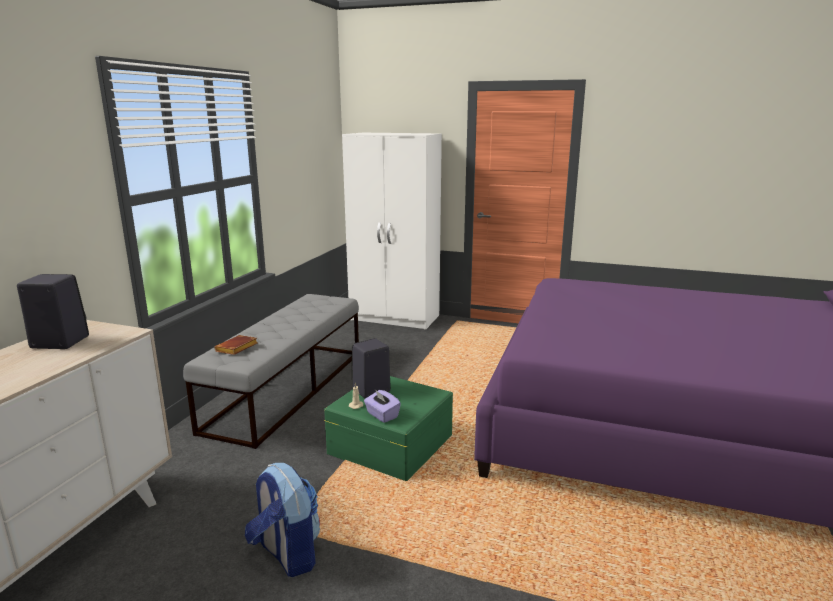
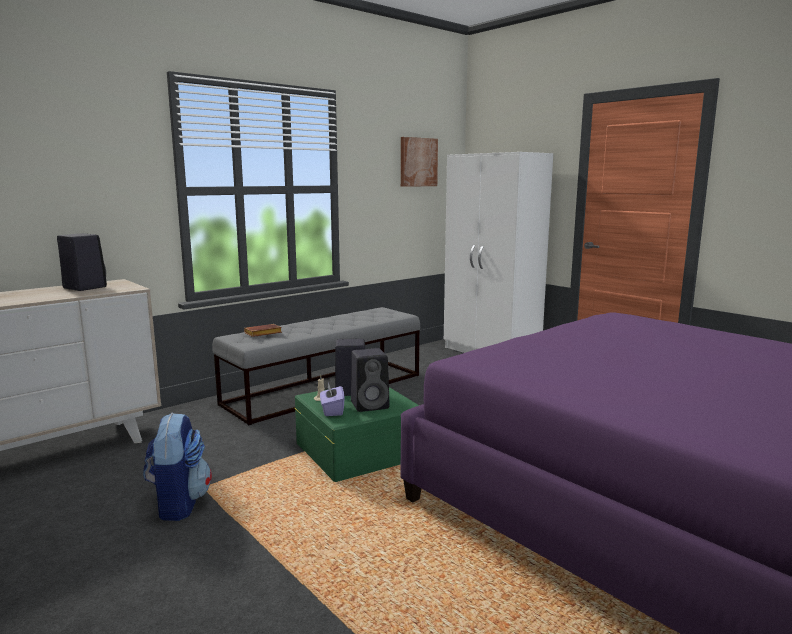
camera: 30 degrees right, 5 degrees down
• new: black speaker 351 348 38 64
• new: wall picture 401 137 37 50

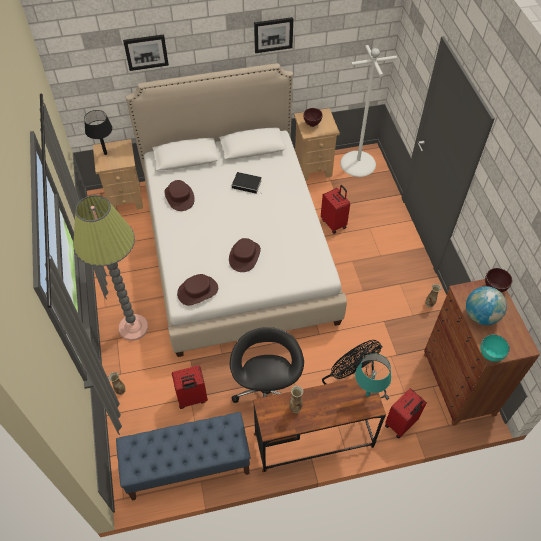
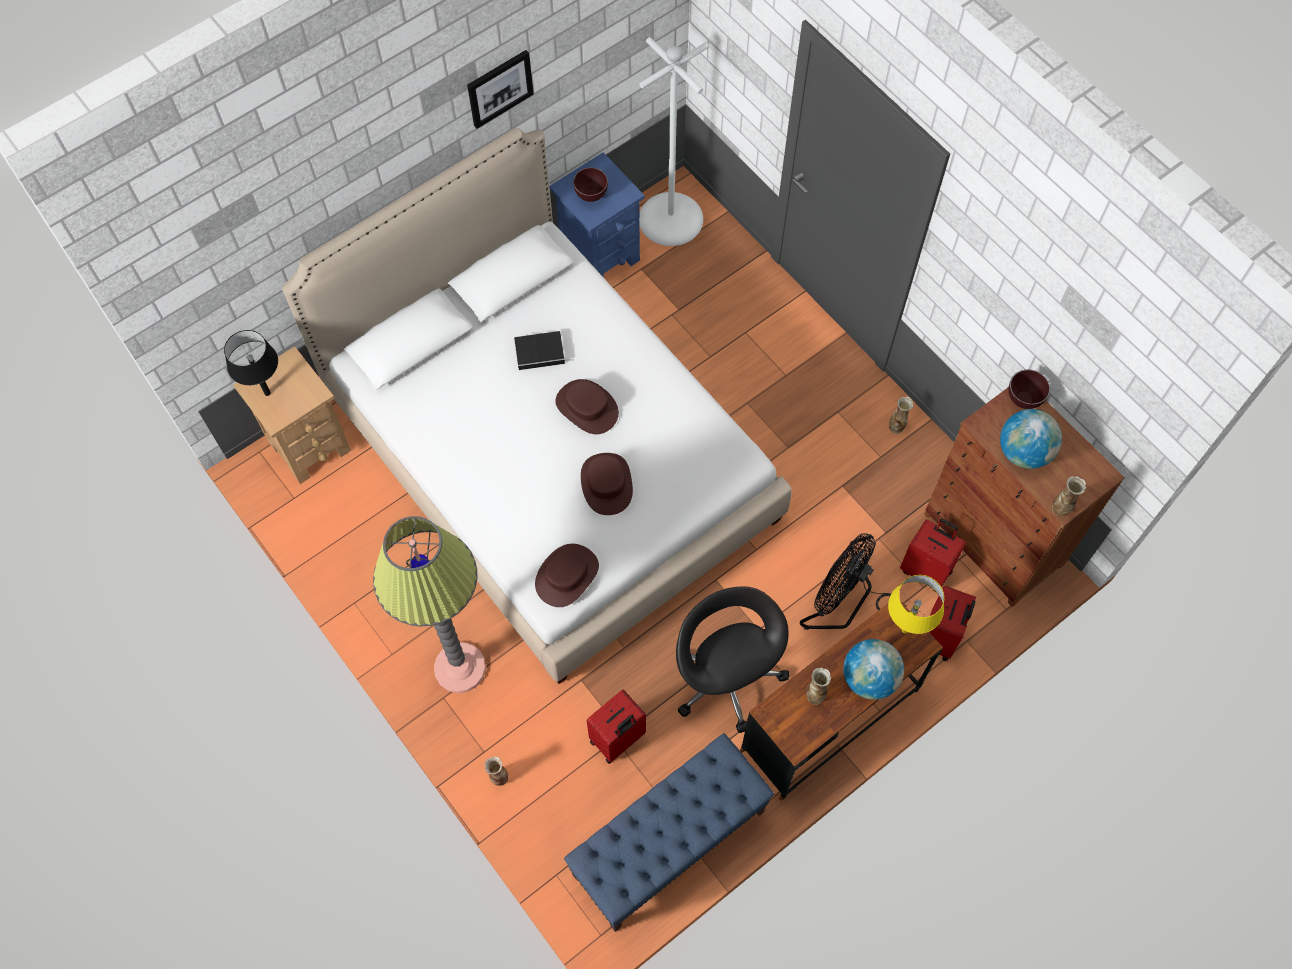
camera: 25 degrees left, 10 degrees up
• repainted: sand-coloured night table 294 108 46 73 to blue night table 549 152 96 126
• shifted: brown-coloured clothing hat 164 180 31 31 to 555 379 64 55
• new: globe 843 639 61 61
• repainted: blue-green tabletop lamp 355 353 36 44 to yellow tabletop lamp 888 575 56 59
• shifted: reddish suitcase 321 185 29 49 to 900 518 66 75
• swapped: blue-green serving bowl 480 334 30 28 to decorative vase 1052 476 34 41
• gone: wall picture 123 34 46 37

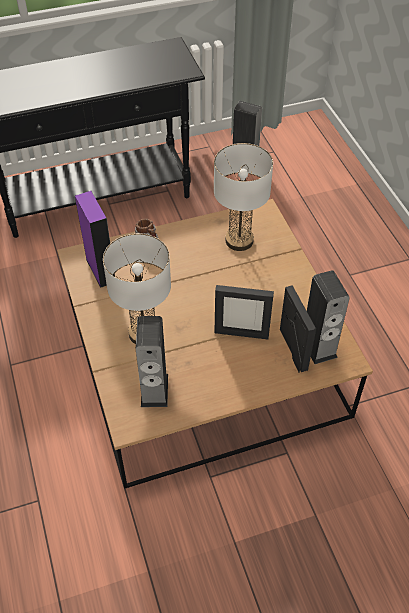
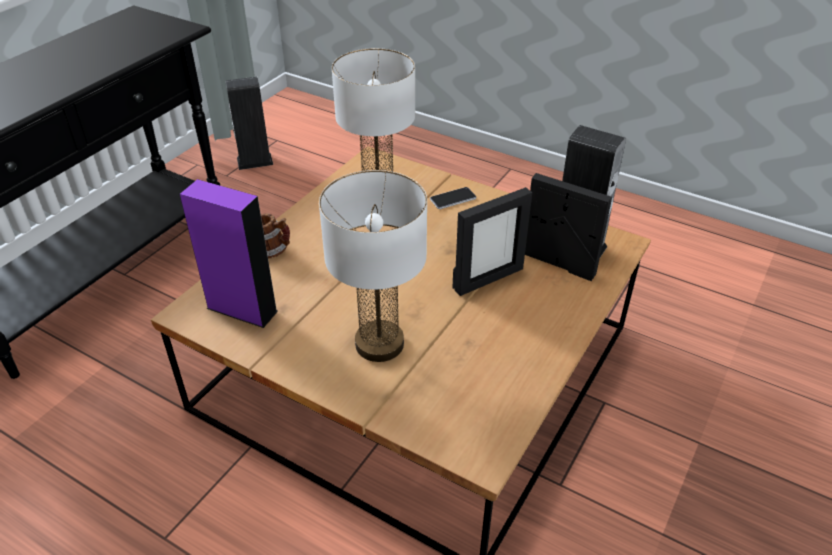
camera: 40 degrees left, 10 degrees down
• new: handset 430 187 47 22
• gone: speaker 136 316 32 91

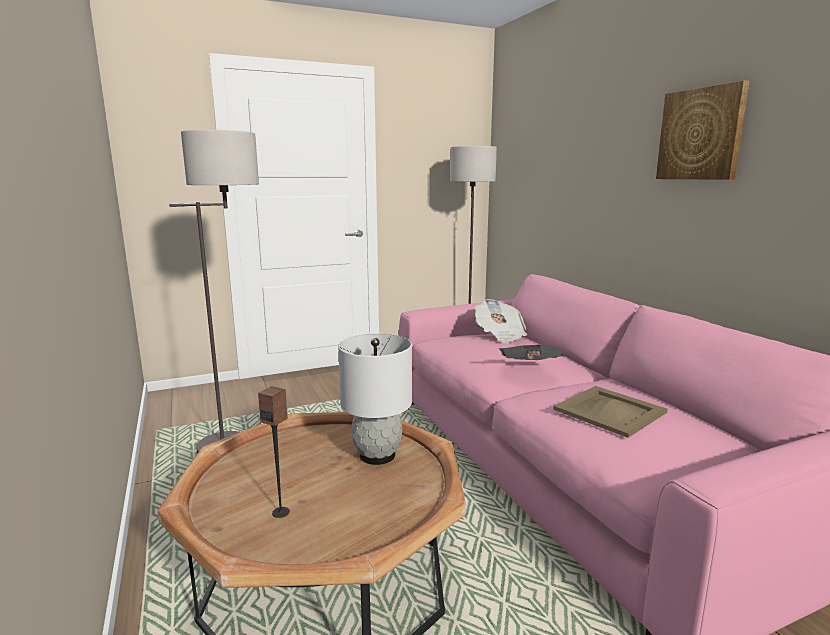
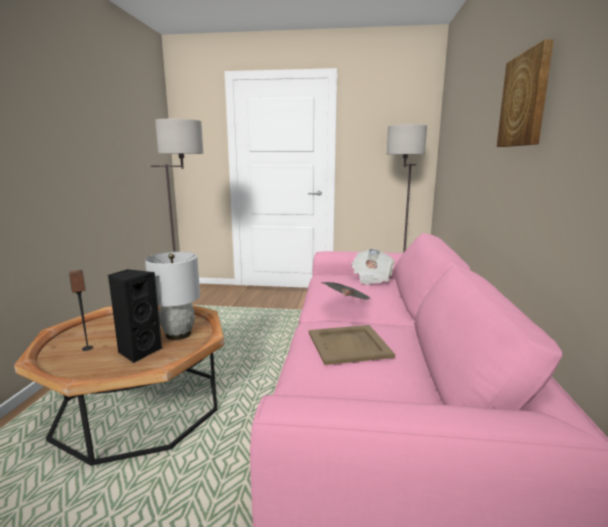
camera: 30 degrees right, 0 degrees up
• new: black speaker 108 269 54 94

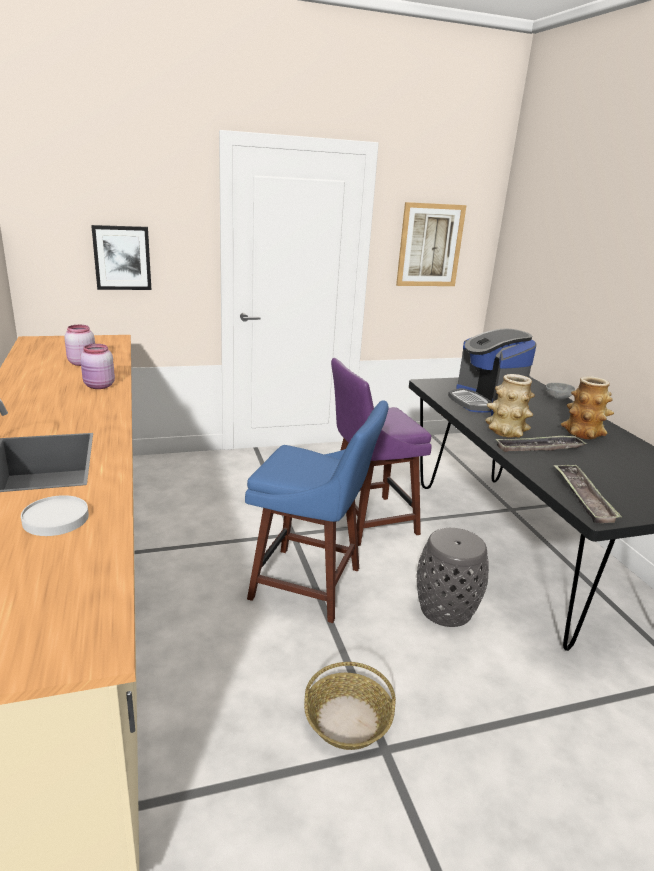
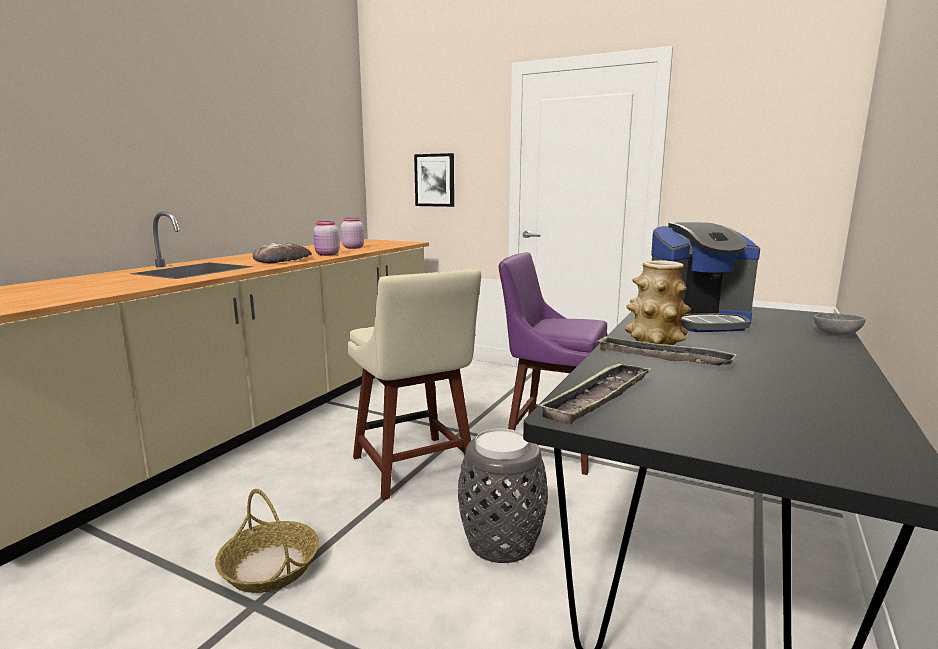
camera: 45 degrees right, 10 degrees down
• new: baked bread 253 243 59 20
• repainted: blue stool seat 245 400 144 223 to sand-coloured stool seat 347 269 134 231
• shifted: whitish dinner plate 21 495 68 41 to 476 428 52 32
• rotated: coffee brewer 448 329 89 86 = 651 222 109 110 120 degrees counterclockwise
• gone: wall picture 396 202 70 84
• gone: decorative vase 561 376 53 63

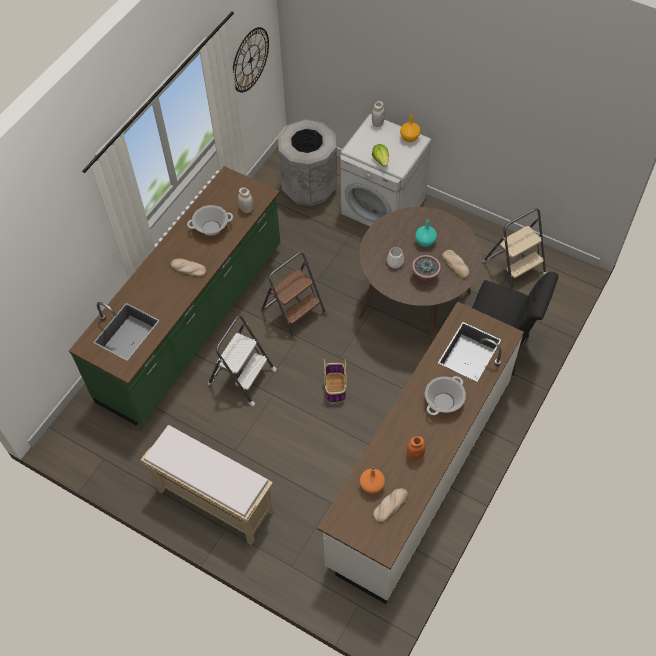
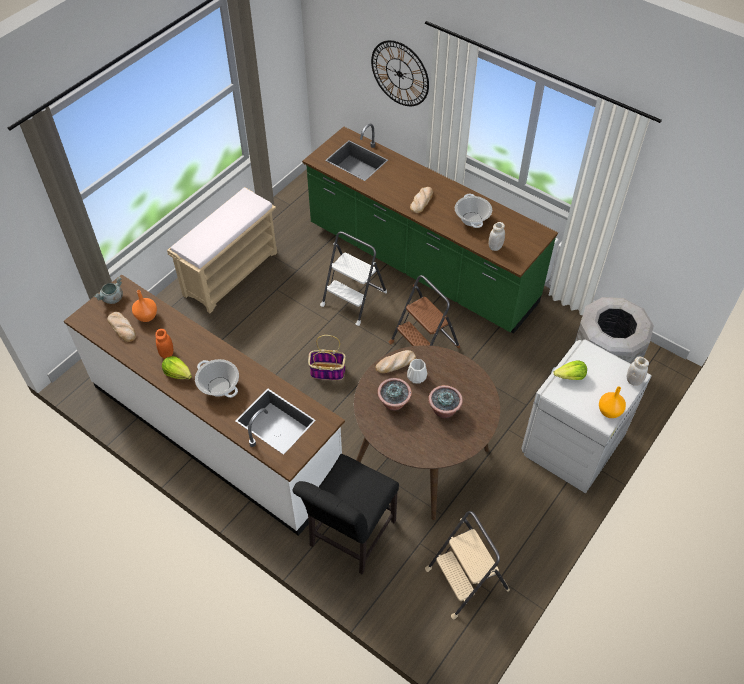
camera: 95 degrees right, 5 degrees down
• new: gray saucepot 94 277 29 27
• new: head of lettuce 162 356 30 23
• shifted: clock on the wall 233 27 36 65 to 371 40 58 66
• shifted: baked bread 442 250 27 28 to 376 350 40 23
• swapped: blue-green decorative vase 415 219 22 28 to plant in a pot 428 385 35 33

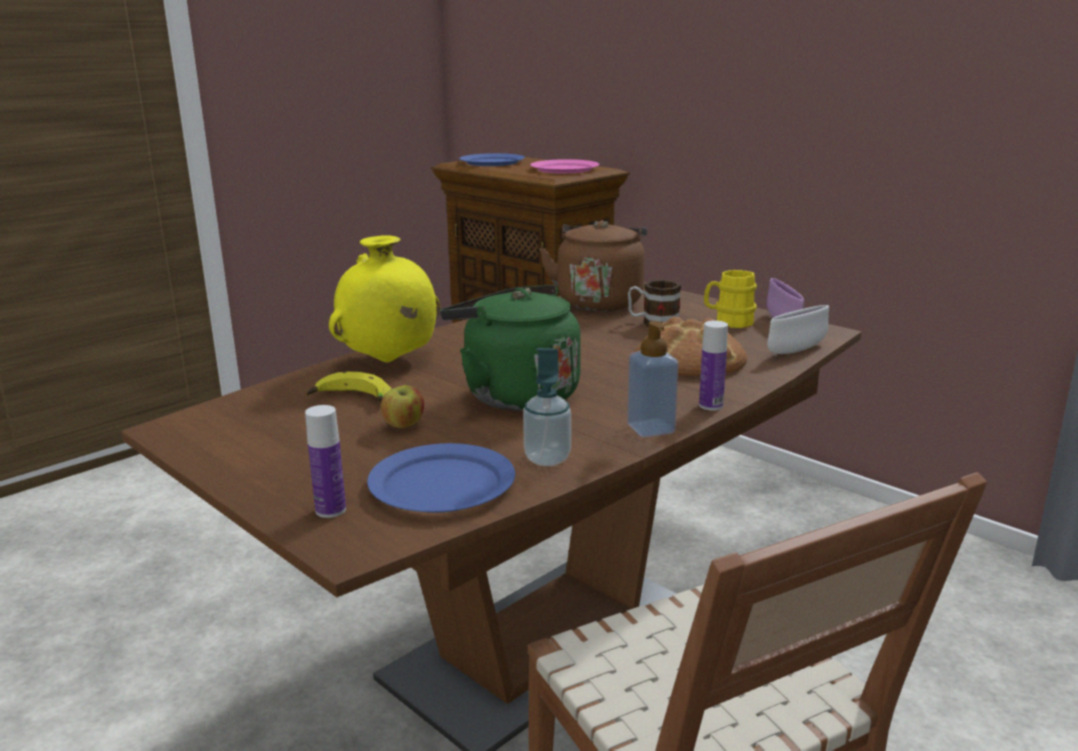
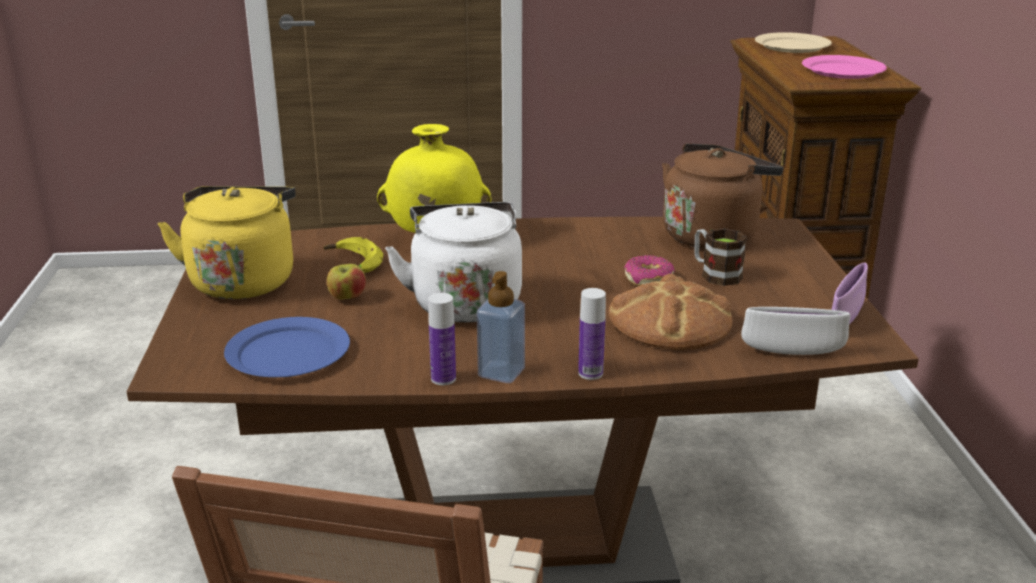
camera: 40 degrees right, 5 degrees up
• new: yellow tea kettle 158 186 138 113
• repainted: green tea kettle 440 285 141 126 to whitish tea kettle 385 202 137 120
• shifted: bottle 305 405 41 113 to 428 293 28 92
• new: doughnut 624 255 51 31
• repainted: blue dinner plate 459 153 66 13 to sand-coloured dinner plate 755 32 77 21
• gone: liquid soap bottle 523 348 48 118
• gone: yellow coffee mug 704 270 53 58

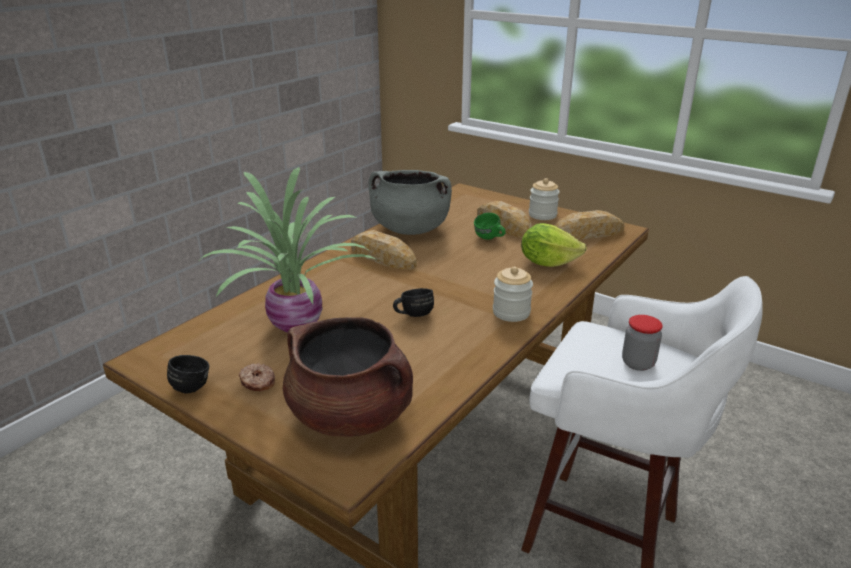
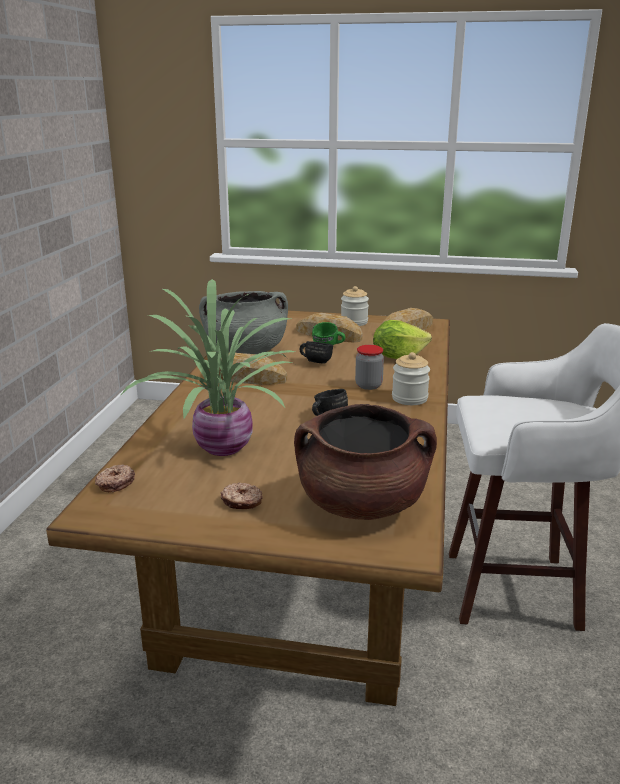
camera: 25 degrees left, 5 degrees down
• new: doughnut 95 464 40 28
• shifted: black coffee mug 167 355 42 39 to 300 341 33 23
• shifted: preserve jar 622 315 41 56 to 355 345 29 45

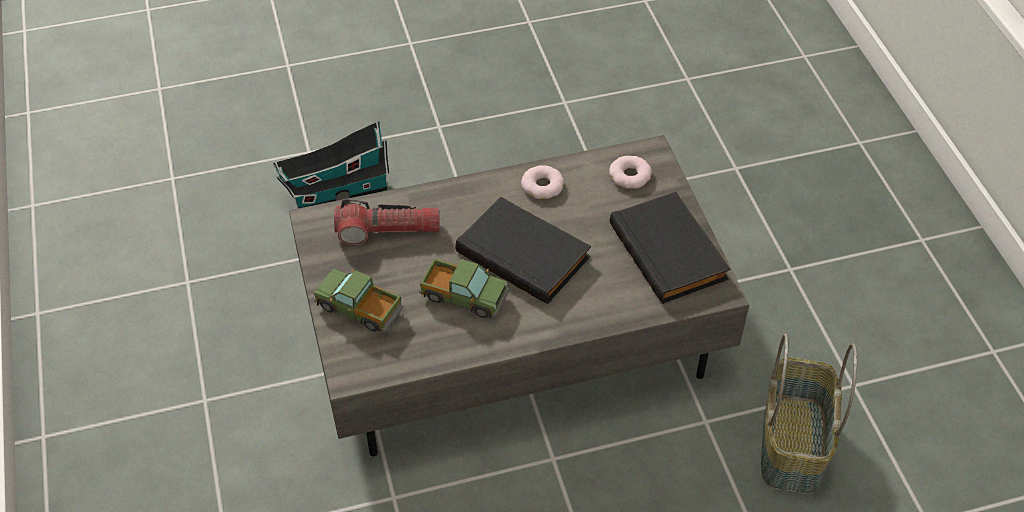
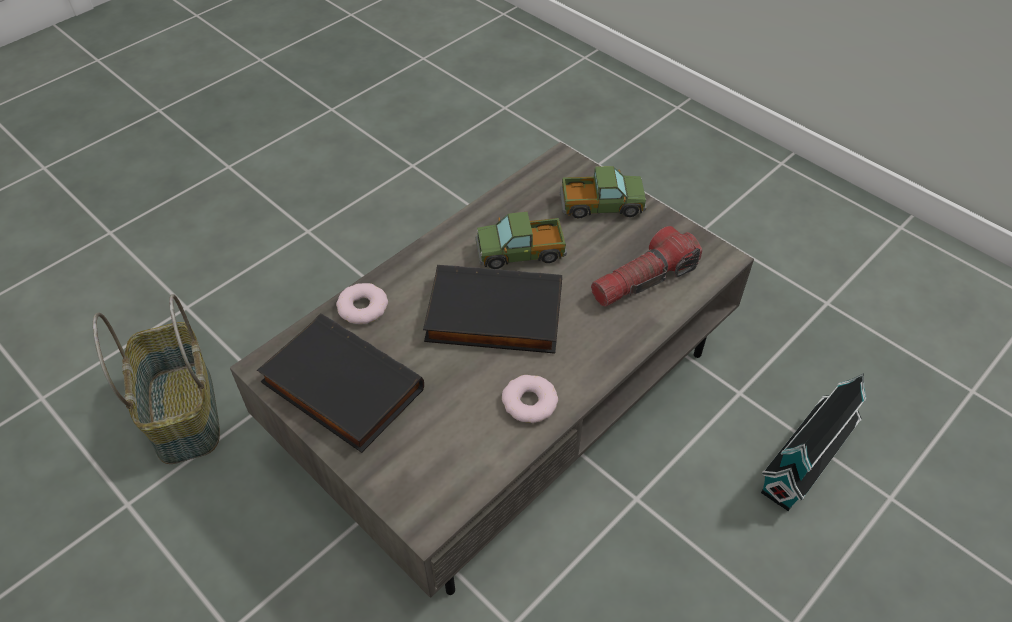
camera: 150 degrees right, 0 degrees up
• shifted: doughnut 609 156 43 33 to 336 283 52 41

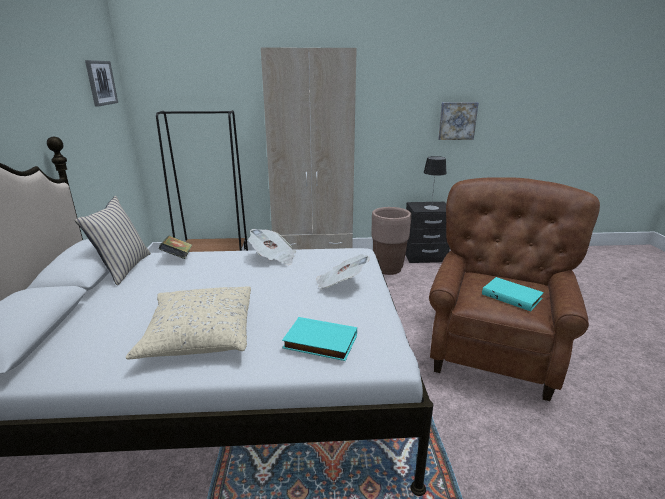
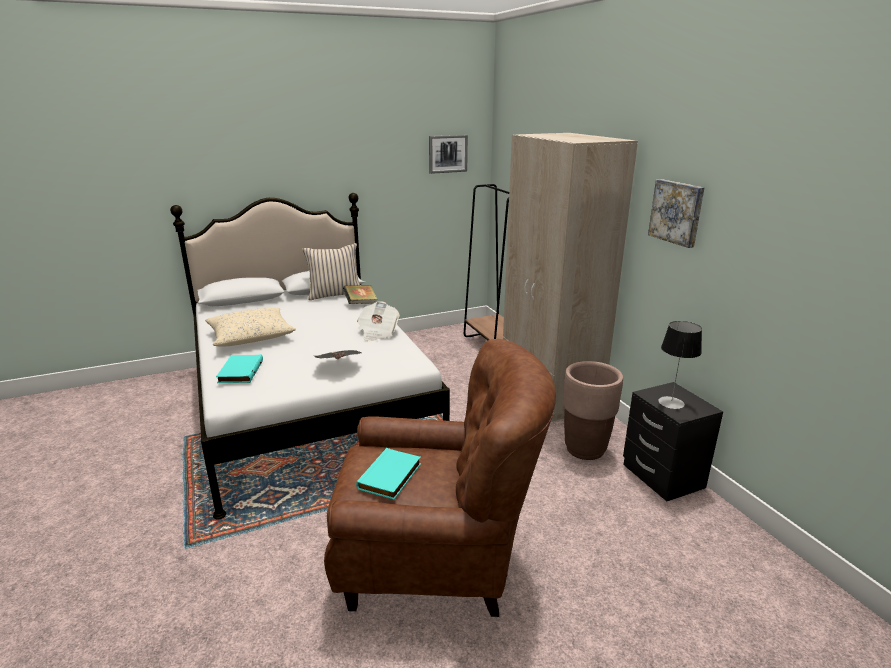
camera: 70 degrees right, 0 degrees up
• shifted: wall picture 438 102 41 38 to 648 179 57 69

